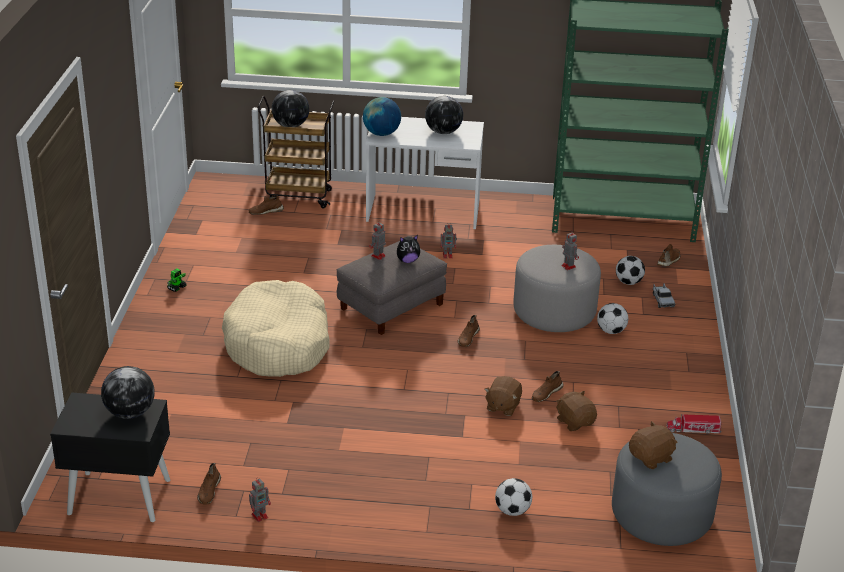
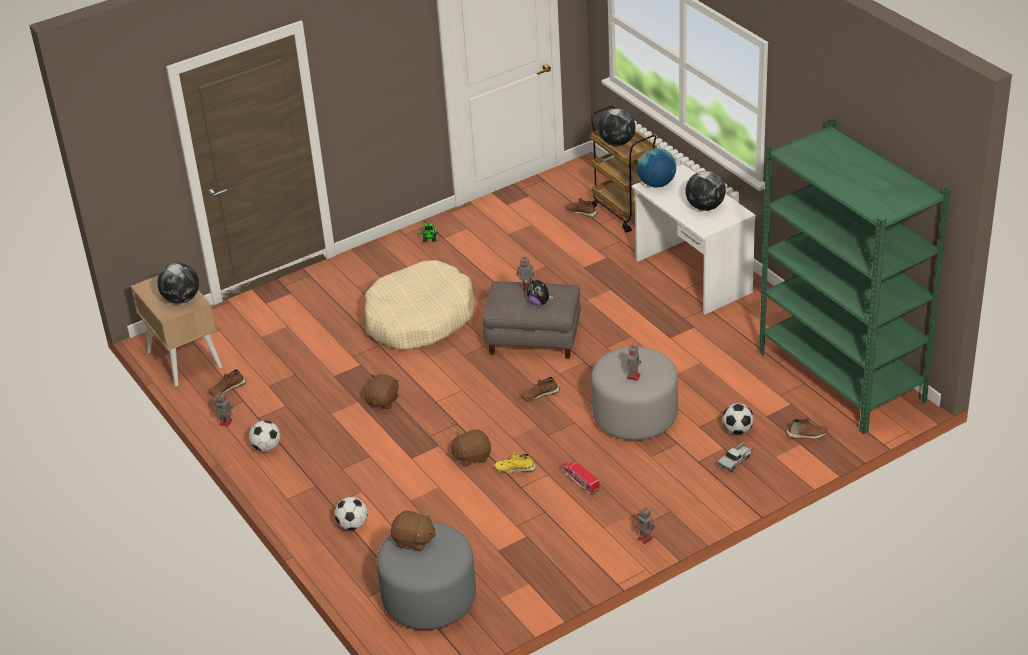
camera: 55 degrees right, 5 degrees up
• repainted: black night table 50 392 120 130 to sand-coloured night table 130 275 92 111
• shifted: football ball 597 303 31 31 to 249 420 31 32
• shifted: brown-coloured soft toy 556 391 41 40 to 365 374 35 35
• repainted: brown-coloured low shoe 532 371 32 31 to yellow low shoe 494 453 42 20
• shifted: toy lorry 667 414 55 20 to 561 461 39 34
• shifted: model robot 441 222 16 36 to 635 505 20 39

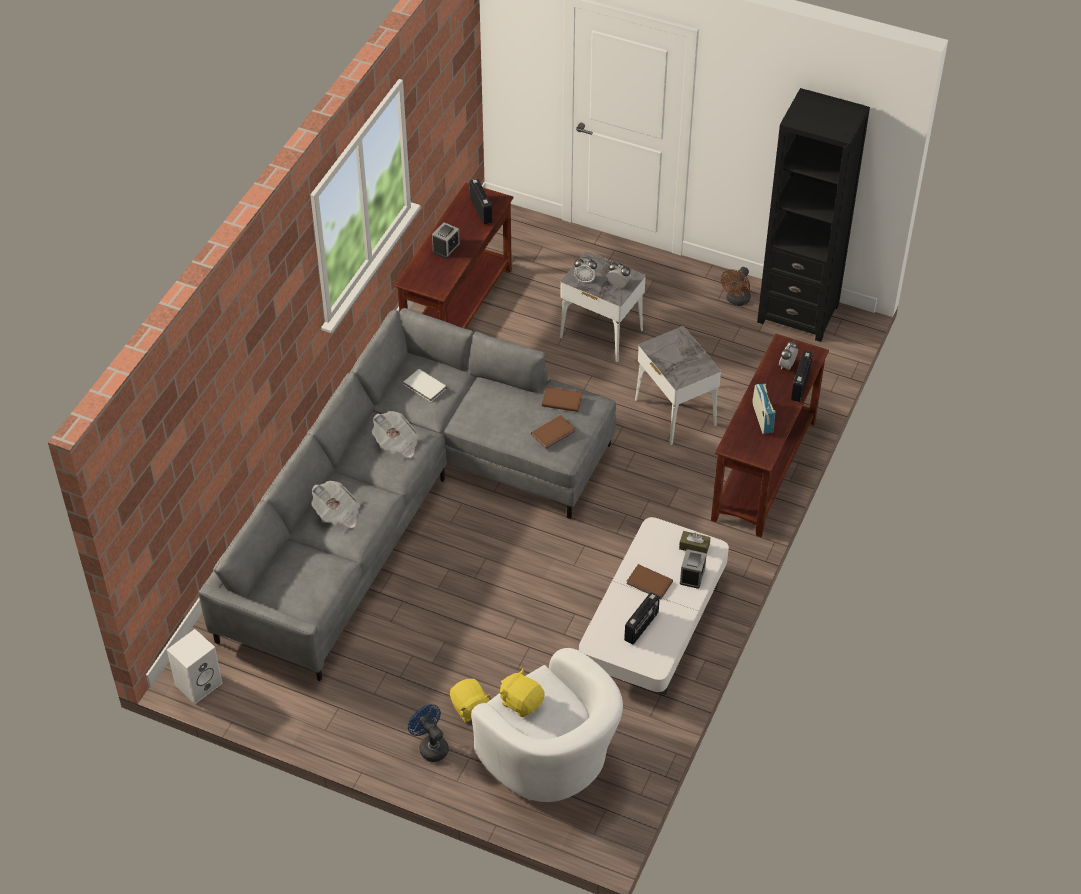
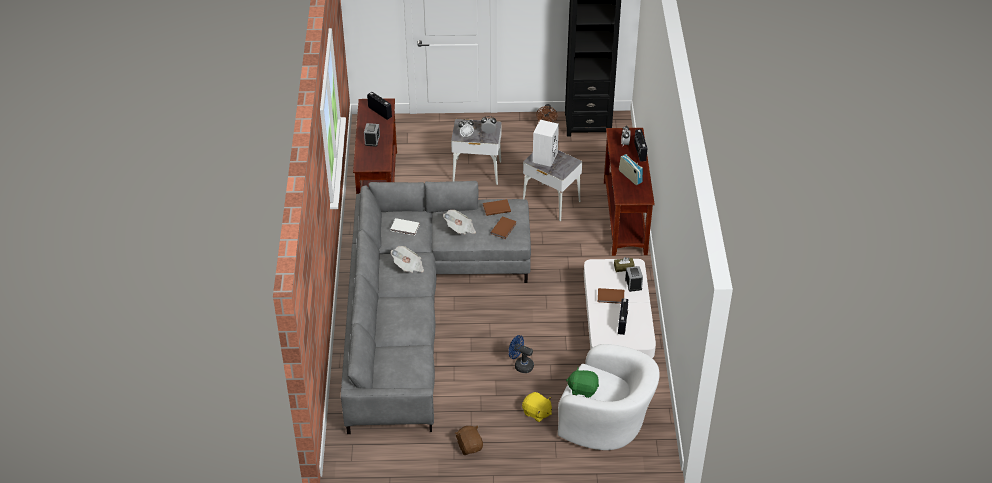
camera: 25 degrees left, 5 degrees down
• shifted: newspaper 311 481 49 47 to 443 210 33 25
• new: brown-coloured soft toy 455 426 28 29
• shifted: blue cooling fan 408 704 41 58 to 509 335 25 38
• shifted: whitish speaker 167 629 56 75 to 533 120 26 47
• repainted: yellow soft toy 500 669 45 48 to green soft toy 566 367 33 31

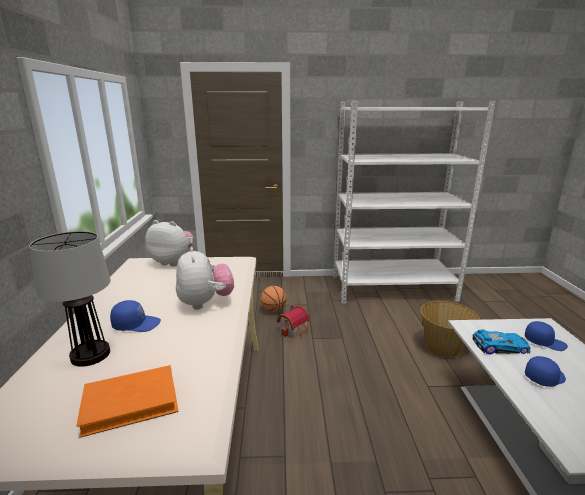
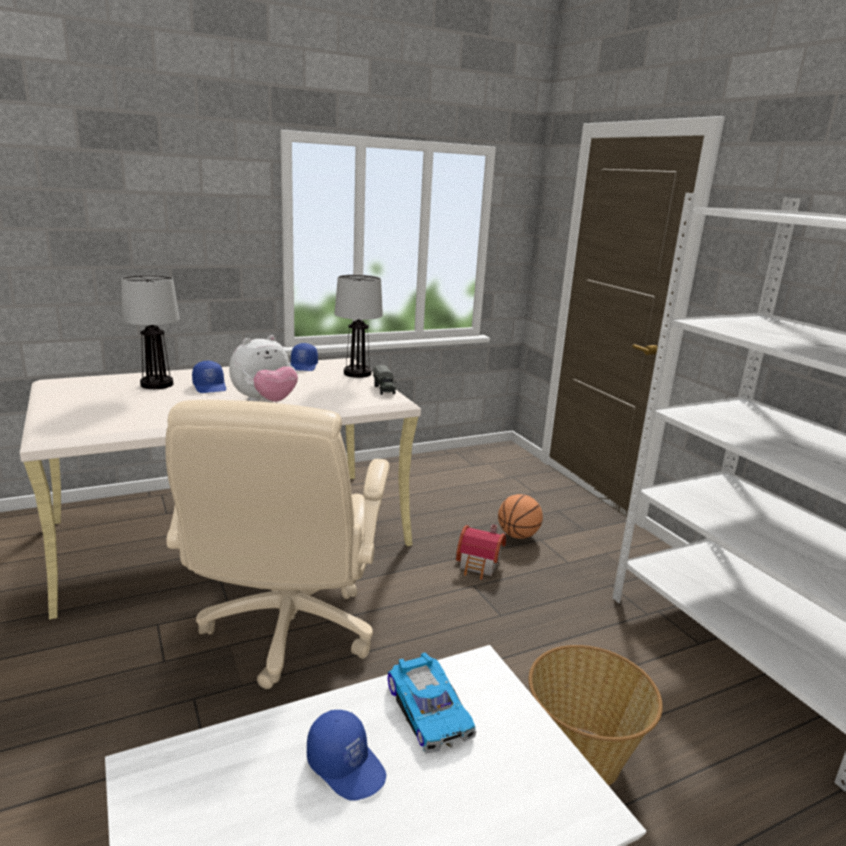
camera: 65 degrees right, 0 degrees up
• new: sand-coloured office chair 165 400 224 289
• shifted: blue peaked cap 525 321 43 30 to 291 343 27 28
• swapped: soft toy 145 220 49 46 to tabletop lamp 334 275 49 103
• new: toy lorry 373 365 23 30
• gone: orange-coloured book 76 365 103 73

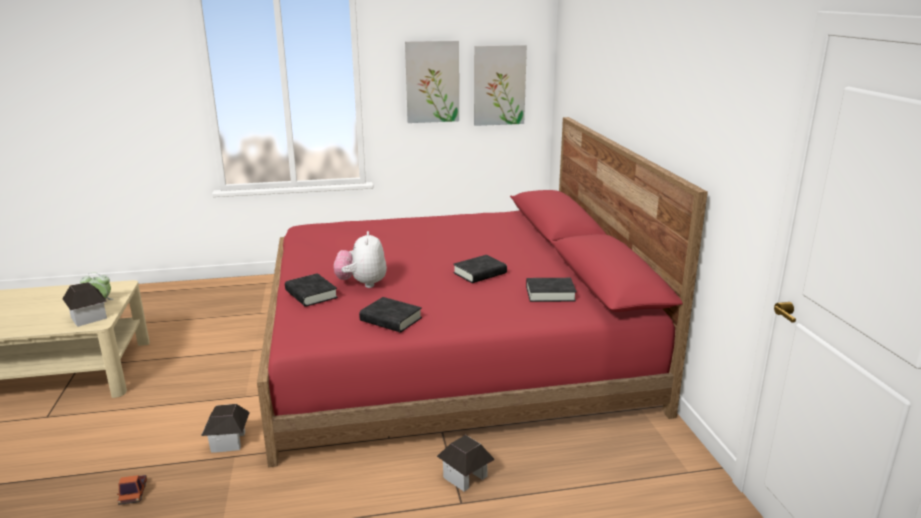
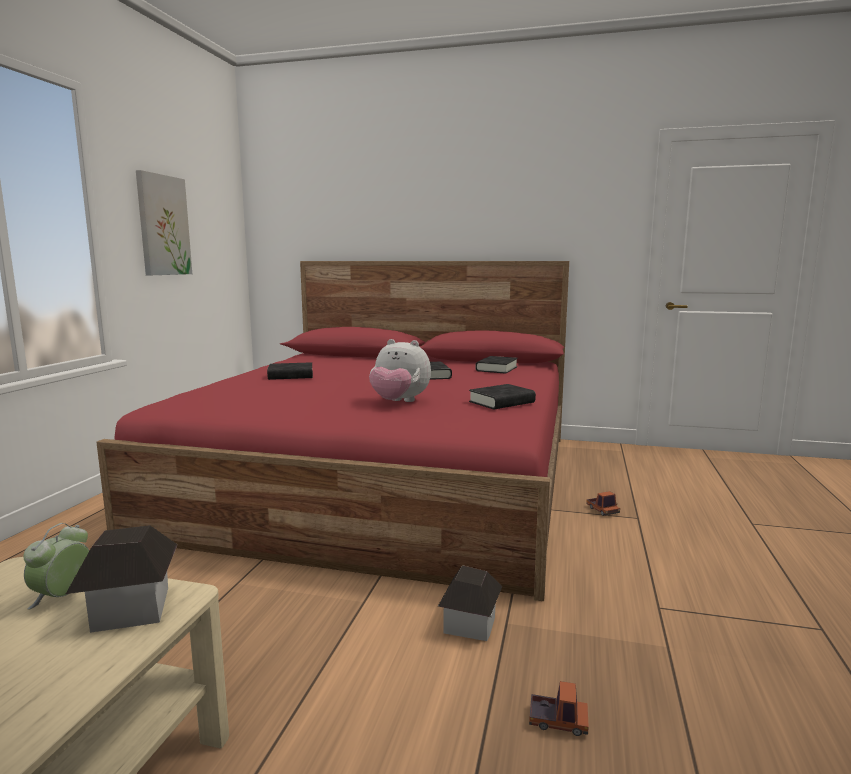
camera: 65 degrees left, 10 degrees down
• shifted: black book 285 273 53 34 to 267 362 46 18
• swapped: model house 437 435 58 57 to toy lorry 586 491 34 25
• gone: wall picture 474 45 53 81

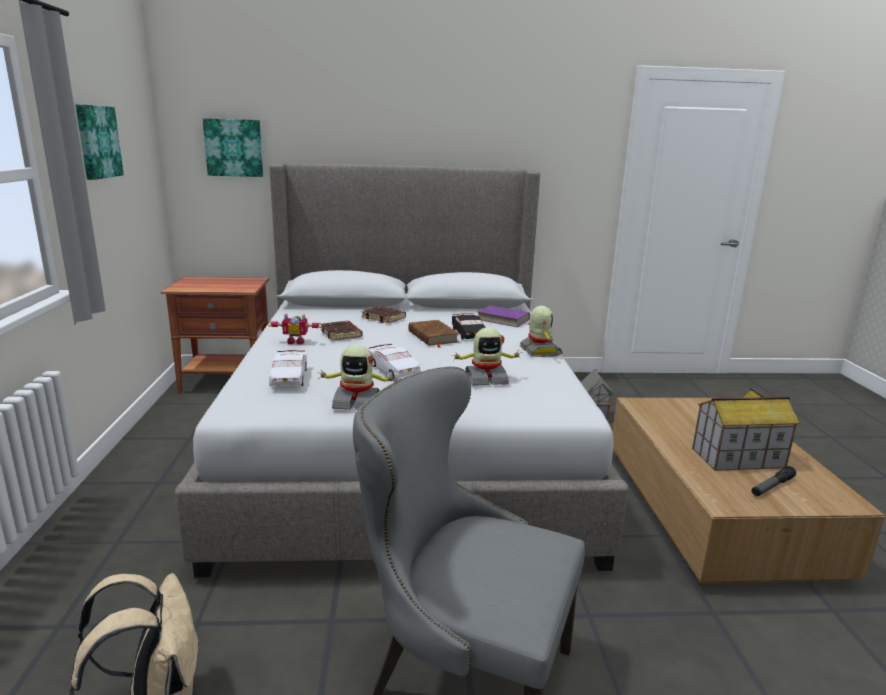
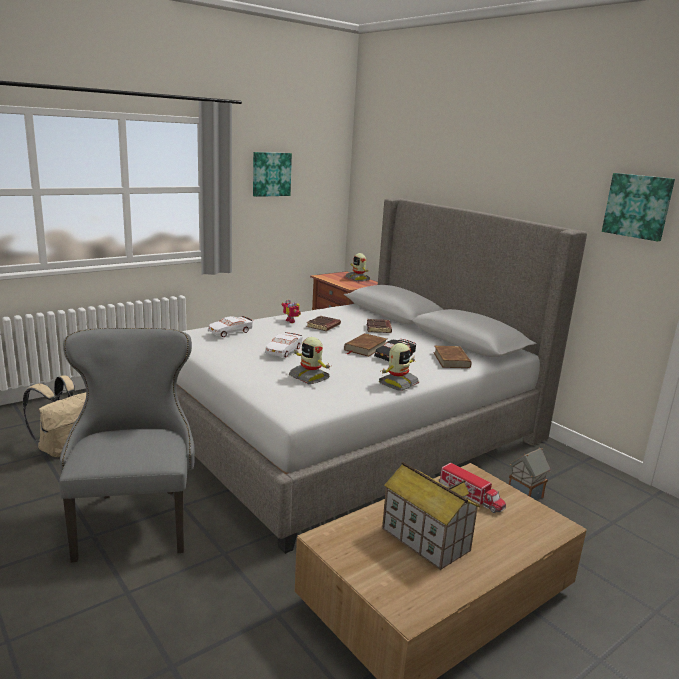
camera: 55 degrees right, 0 degrees up
• shifted: model robot 318 345 77 65 to 345 253 25 28
• repainted: purplish book 477 305 53 22 to brown-coloured book 433 346 39 22
• new: toy lorry 439 463 67 50
• shifted: wall picture 203 118 60 59 to 602 173 73 68
• gone: torch 752 466 44 30

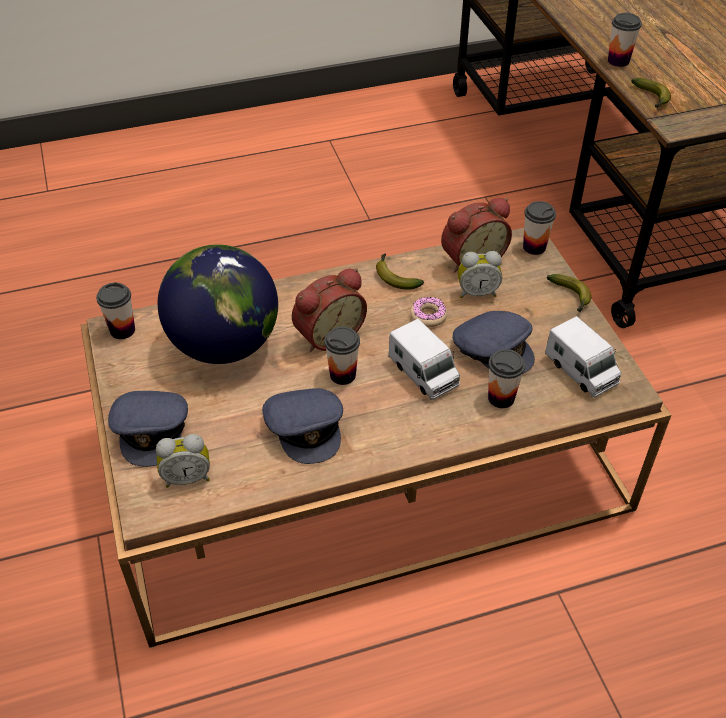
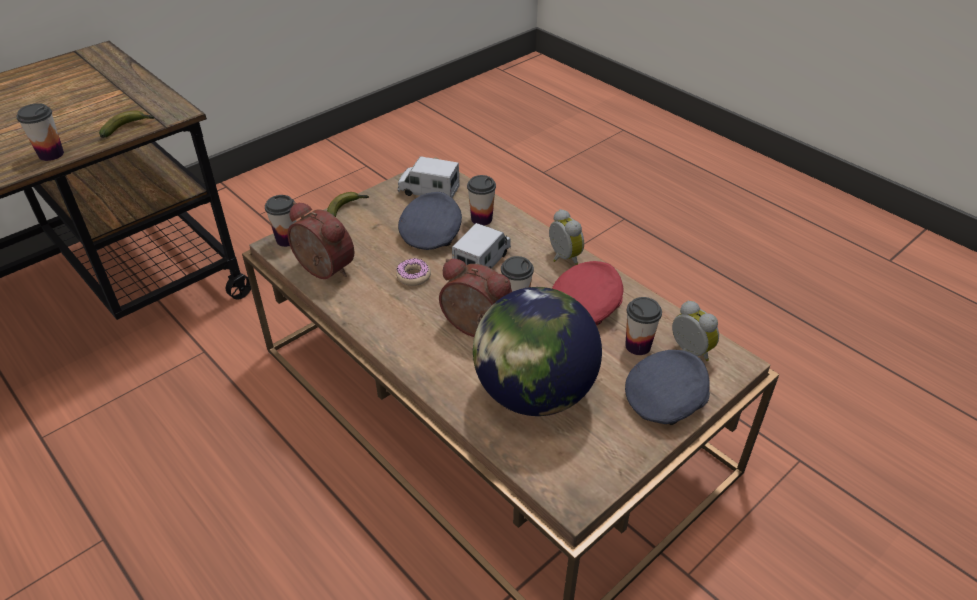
camera: 115 degrees left, 5 degrees down
• rotated: toy lorry 545 316 76 81 = 398 156 62 42 105 degrees counterclockwise
• shifted: bedside clock 458 251 44 47 to 549 209 35 56
• repainted: gray peaked cap 262 388 81 76 to reddish peaked cap 552 261 71 64
• shifted: cup 96 283 39 56 to 625 297 37 58
• gone: whole banana 376 253 48 36

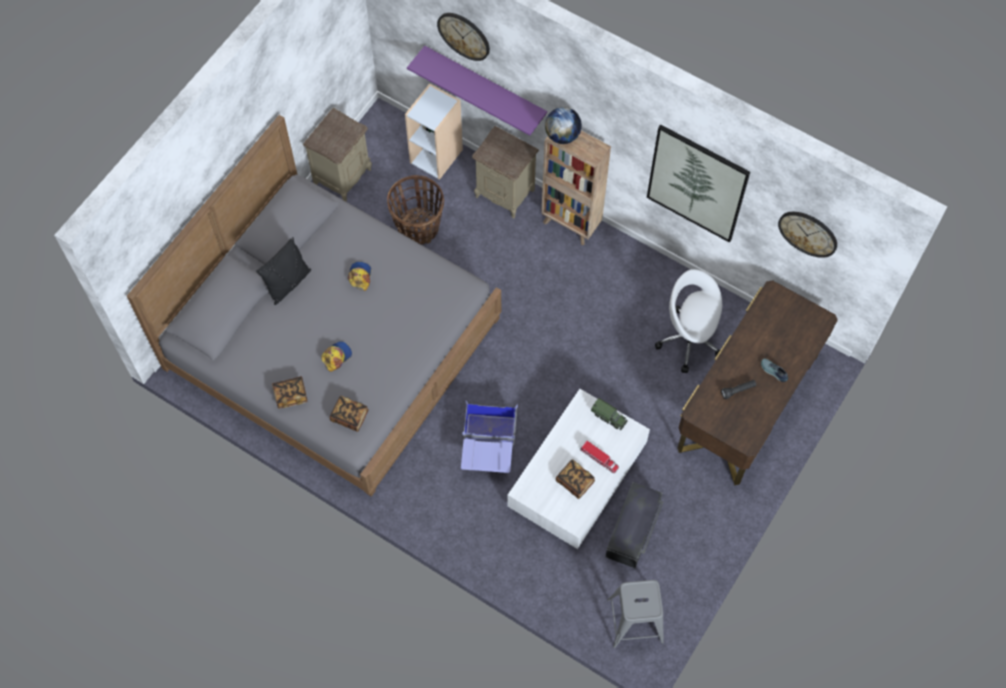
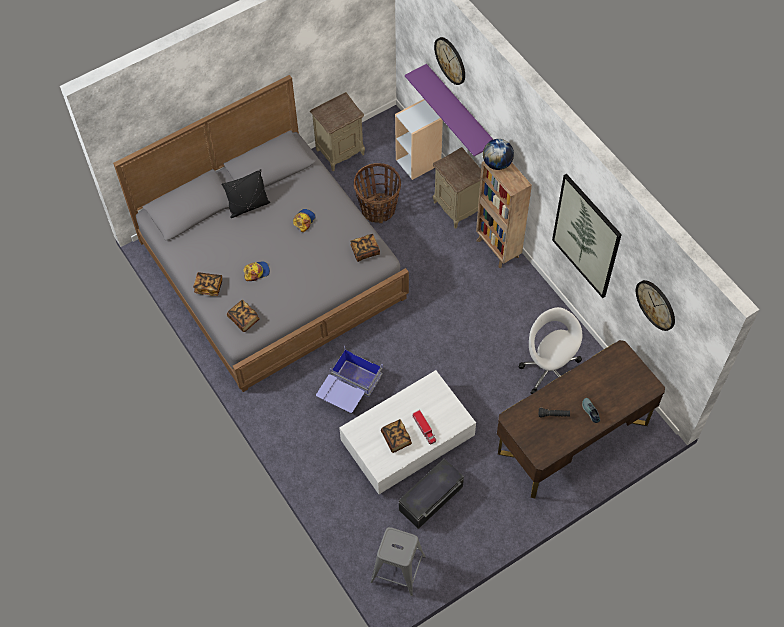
camera: 25 degrees right, 5 degrees down
• new: book 350 234 30 28
• gone: toy lorry 591 398 37 32

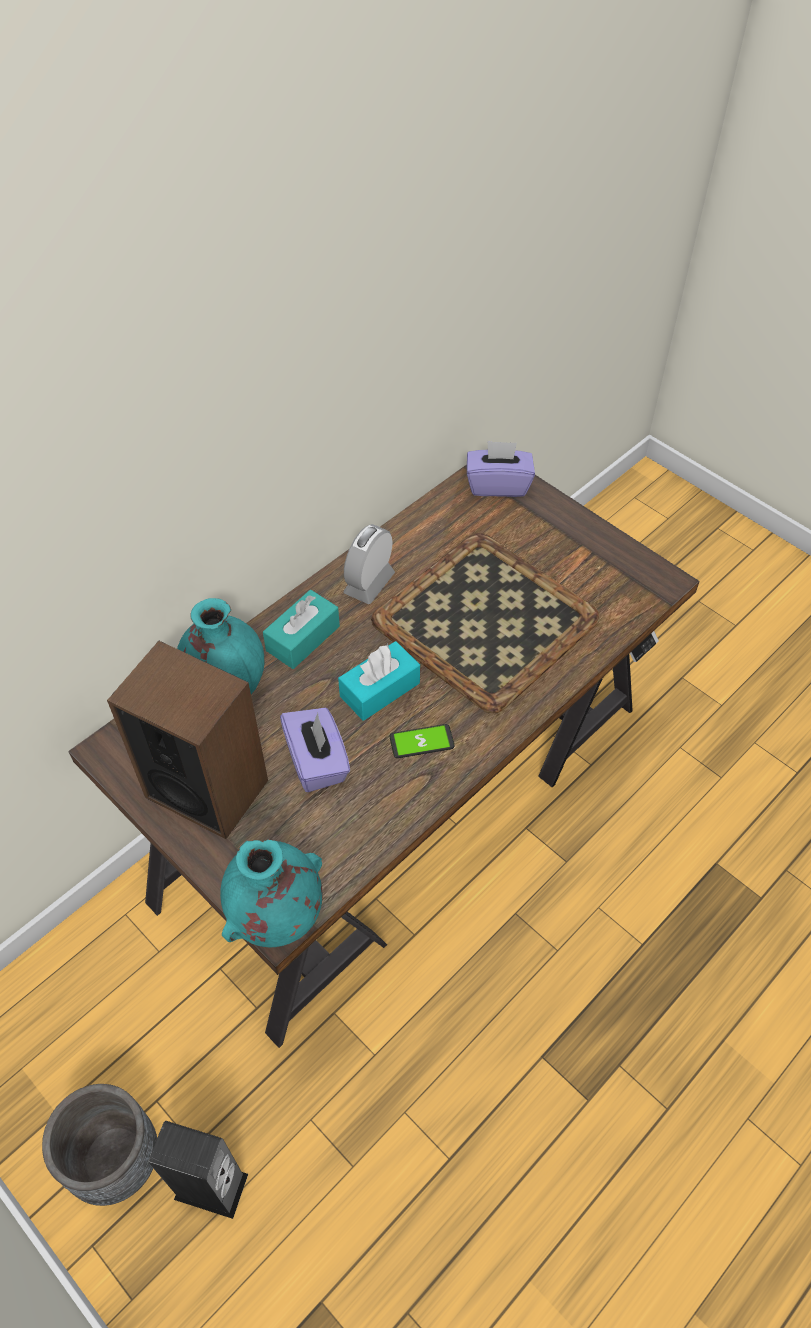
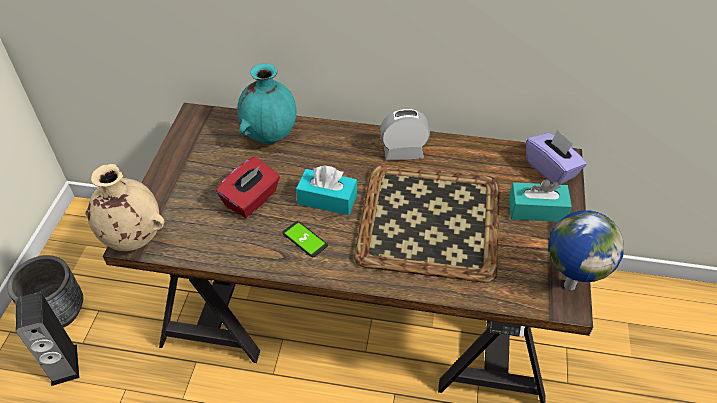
camera: 55 degrees right, 5 degrees down
• repainted: blue-green decorative vase 220 840 102 108 to sand-coloured decorative vase 85 164 80 87
• repainted: purplish box of tissues 280 708 70 84 to reddish box of tissues 216 157 64 61
• shifted: blue-green box of tissues 263 590 77 79 to 509 179 63 43
• new: globe 549 211 75 79
• gone: speaker 107 641 161 198

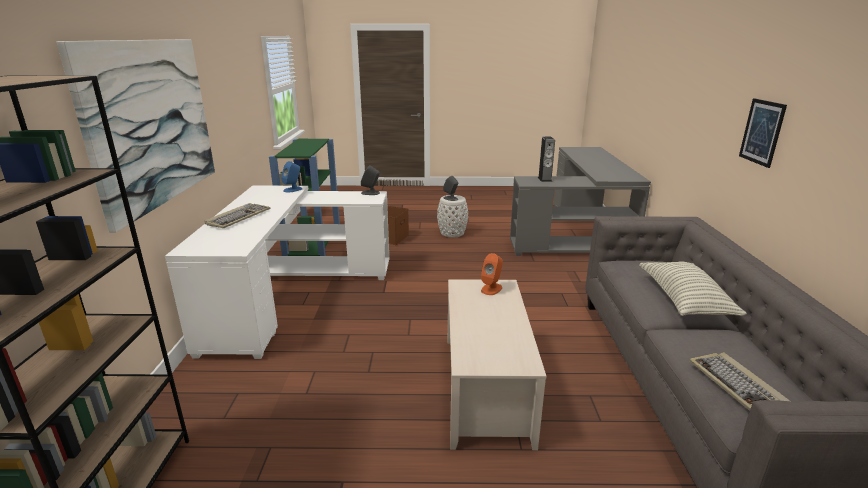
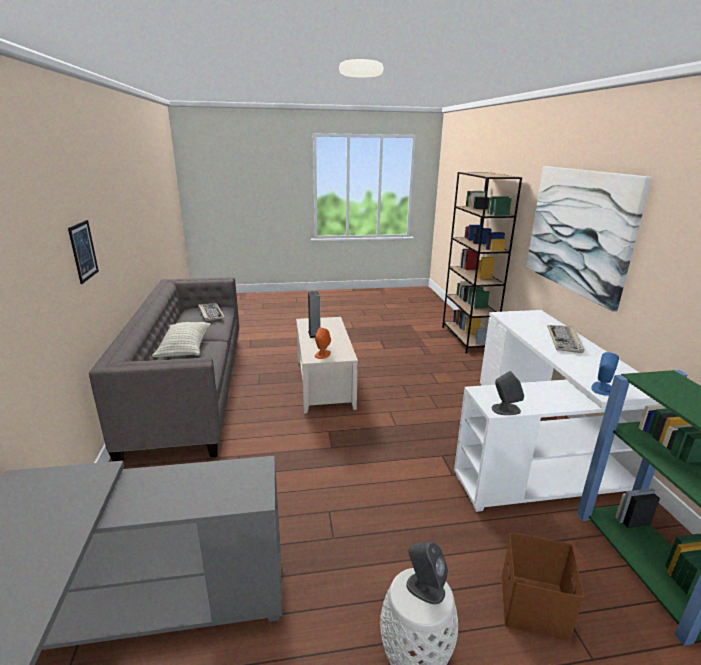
camera: 170 degrees right, 0 degrees up
• shifted: speaker 538 136 17 46 to 308 291 12 47

